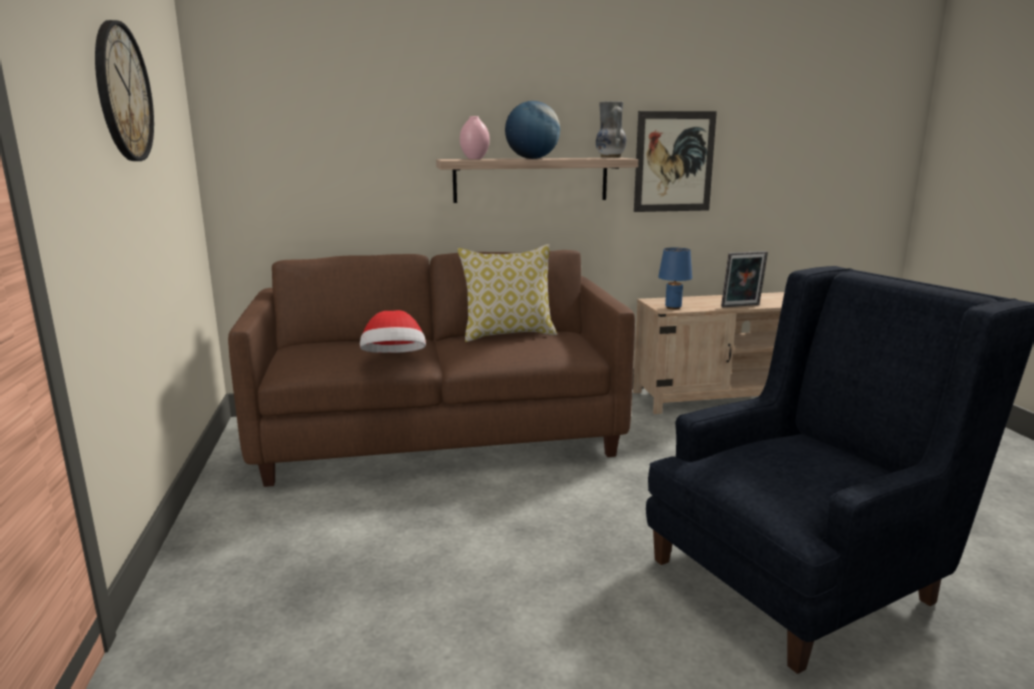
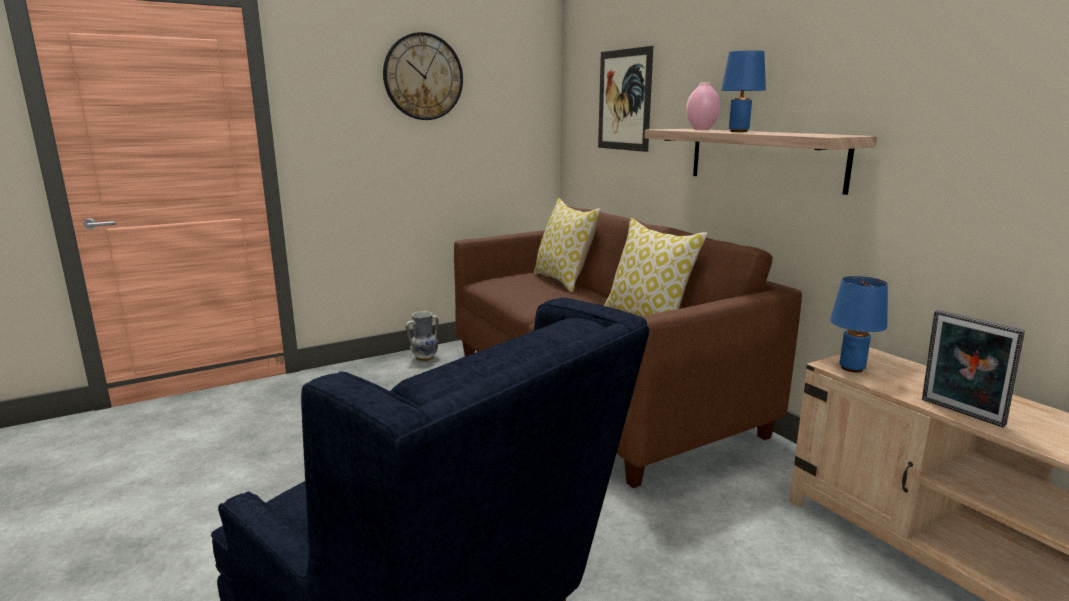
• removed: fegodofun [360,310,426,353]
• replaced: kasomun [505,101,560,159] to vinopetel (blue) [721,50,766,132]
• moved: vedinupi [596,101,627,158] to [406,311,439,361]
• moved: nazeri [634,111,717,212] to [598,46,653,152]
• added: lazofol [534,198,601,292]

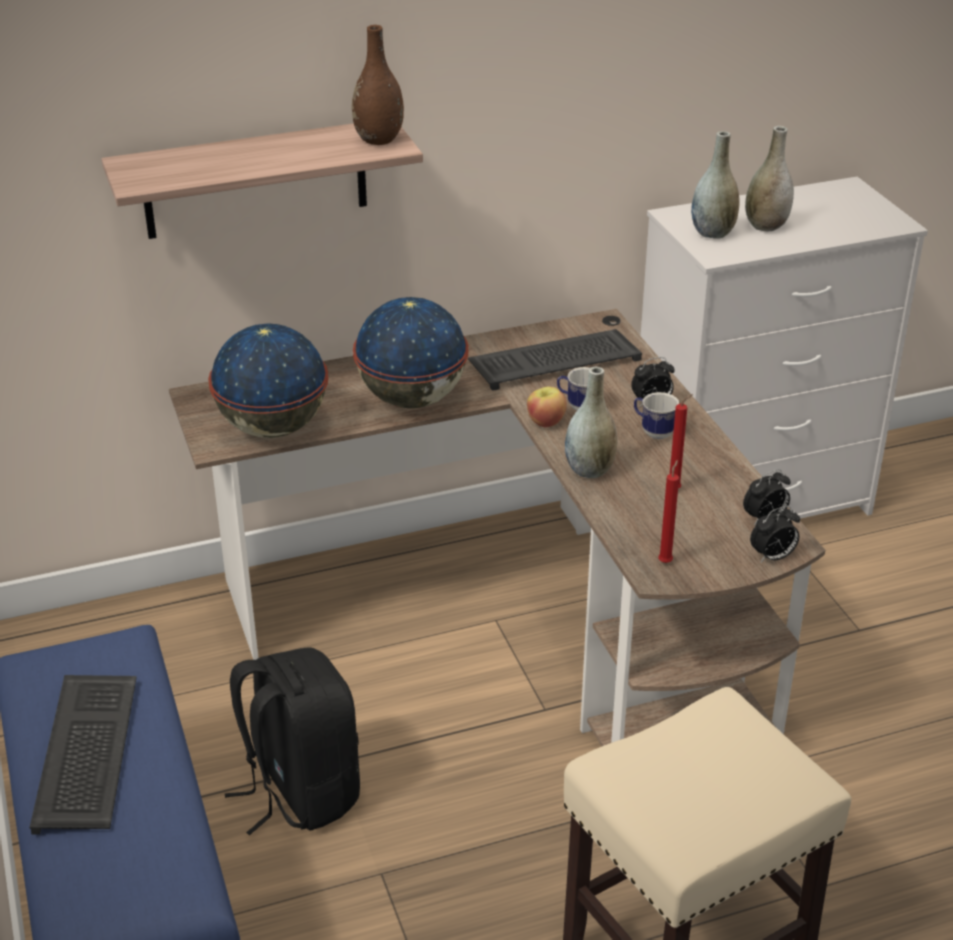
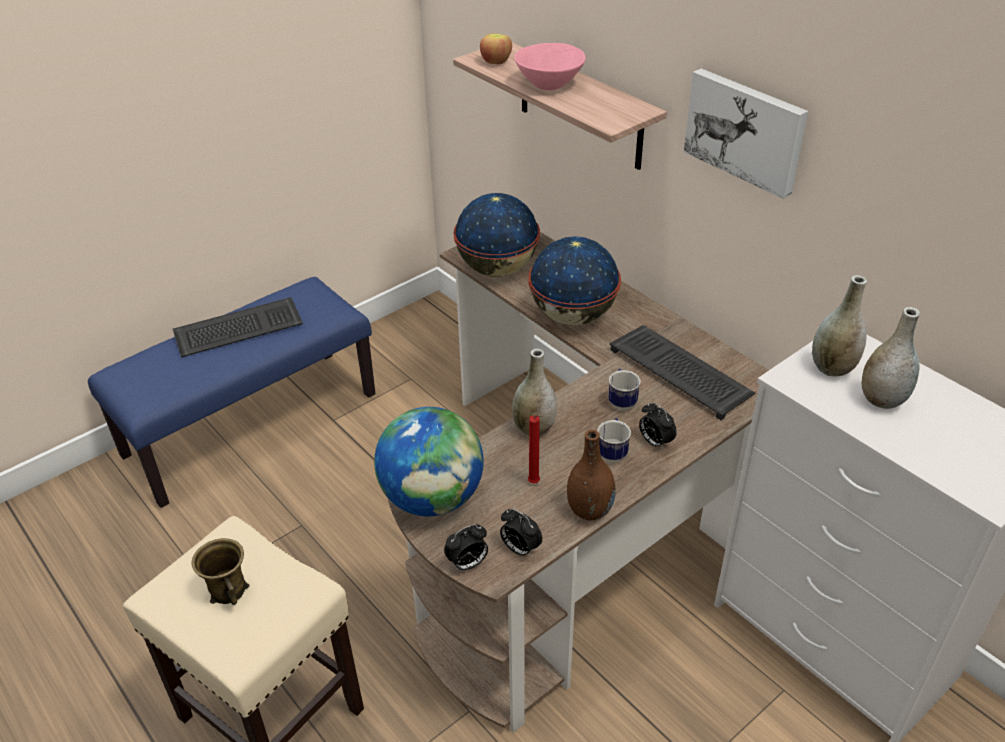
• removed: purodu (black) [225,647,360,835]
• moved: vedinupi (brown) [352,25,404,145] to [567,430,616,520]
• moved: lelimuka [527,387,567,427] to [480,34,512,64]
• replaced: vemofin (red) [658,460,679,563] to kasomun [374,407,484,516]
• turned: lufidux [750,506,800,562] = [444,524,488,571] 75 degrees counterclockwise
• added: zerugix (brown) [192,538,249,605]
• added: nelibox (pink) [514,43,586,90]
• added: nazeri [684,69,808,199]

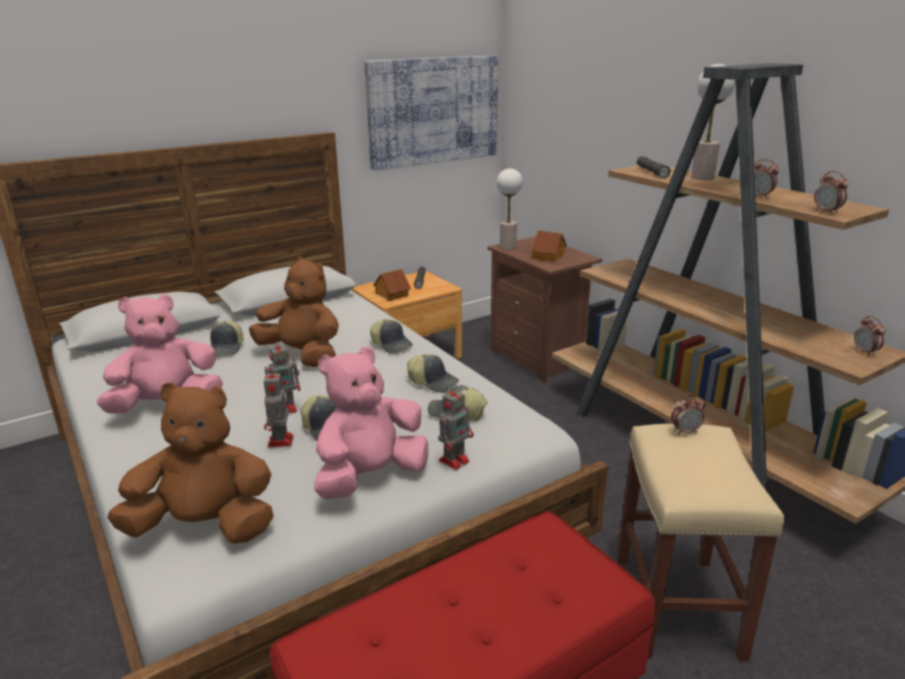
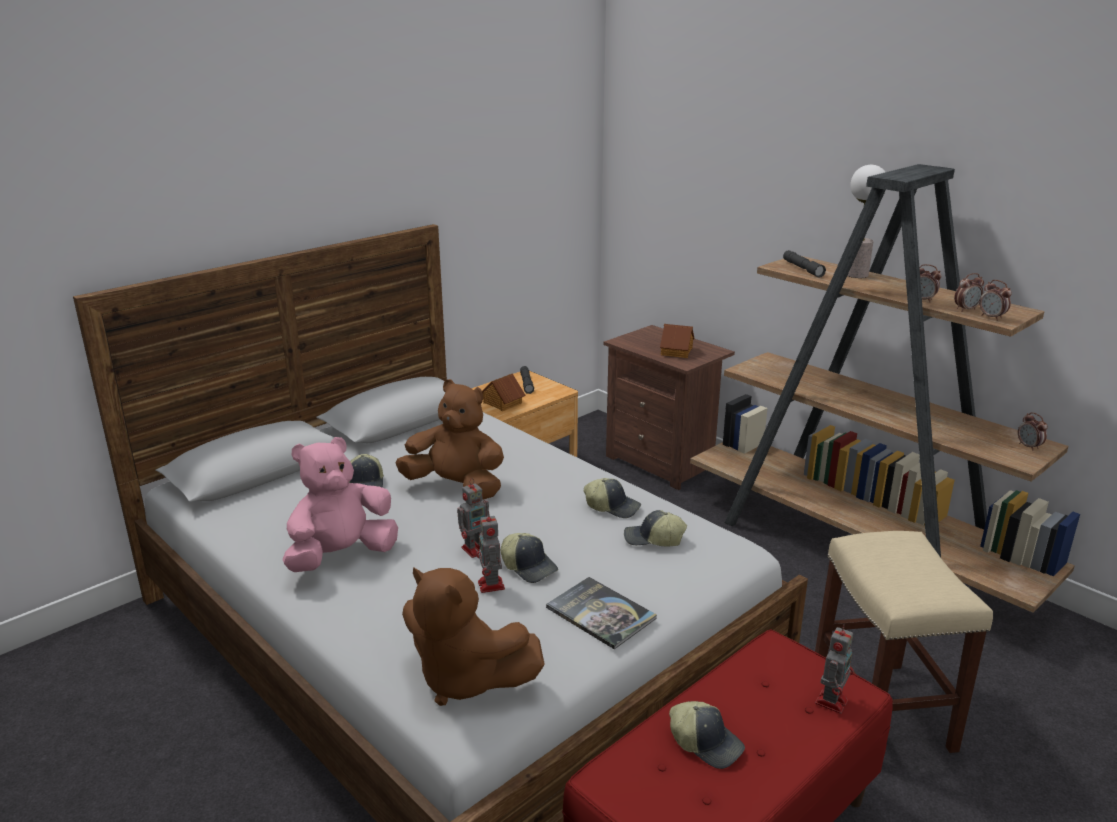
• turned: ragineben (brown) [107,382,274,544] = [402,567,545,706] 135 degrees counterclockwise
• replaced: ragineben (pink) [314,347,428,499] to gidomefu [546,577,657,649]
• removed: nazeri [364,56,498,170]
• moved: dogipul [370,319,413,354] to [669,701,745,769]
• moved: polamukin [438,384,474,470] to [815,624,854,714]
• removed: vinopetel [497,168,523,250]
• moved: lufidux [671,395,705,435] to [954,273,984,311]

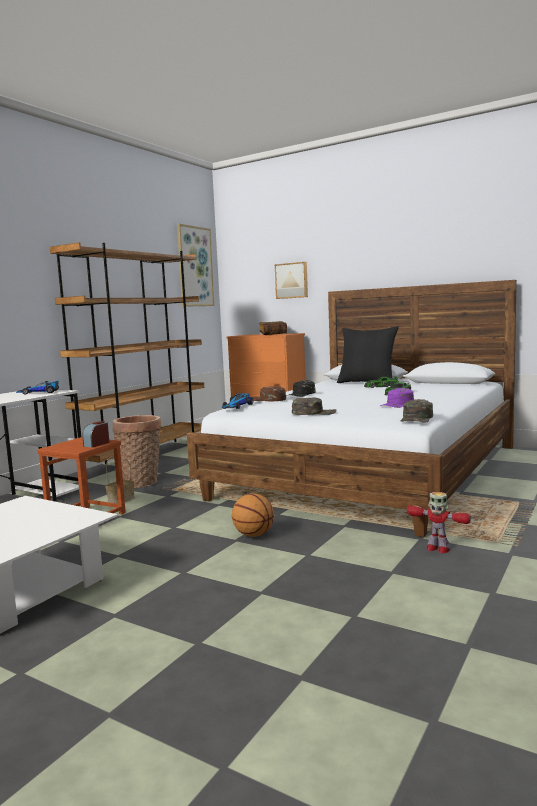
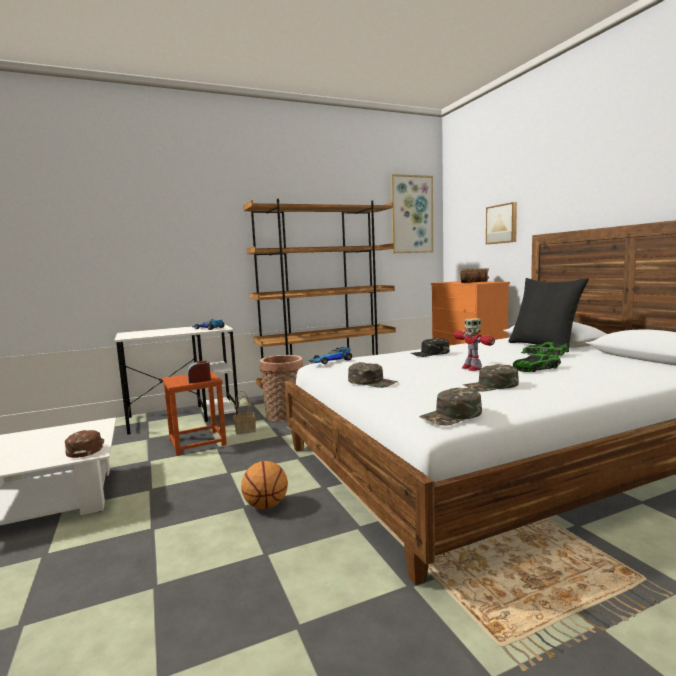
• moved: dogipul (brown) [252,386,286,401] to [65,430,104,458]
• recoloured: dogipul (purple) [380,388,414,408] to dogipul (green) [463,364,519,392]
• moved: polamukin [407,492,471,553] to [454,318,495,371]

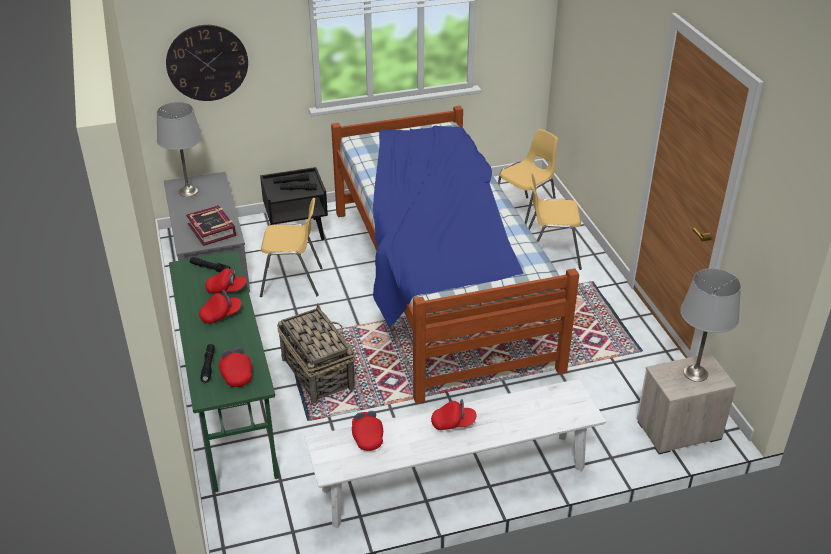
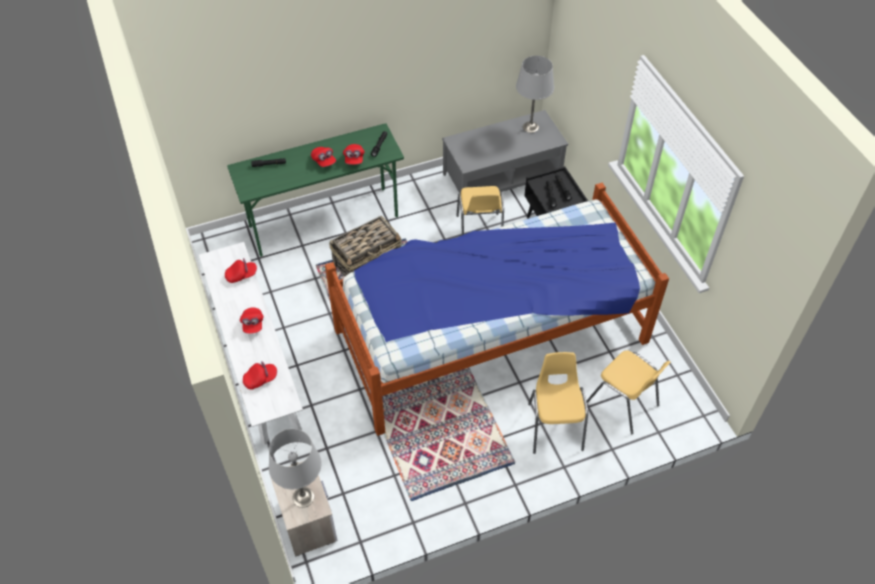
• removed: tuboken [166,25,248,101]
• removed: gidomefu [186,205,236,246]
• moved: dogipul (red) [219,347,252,387] to [243,361,277,390]

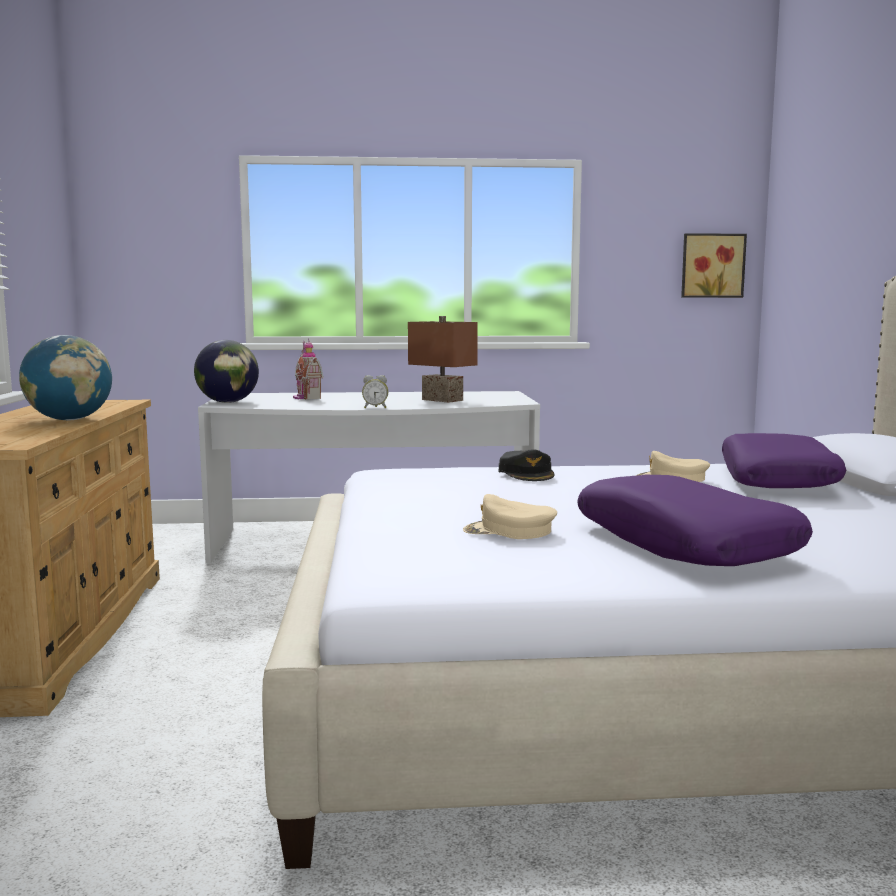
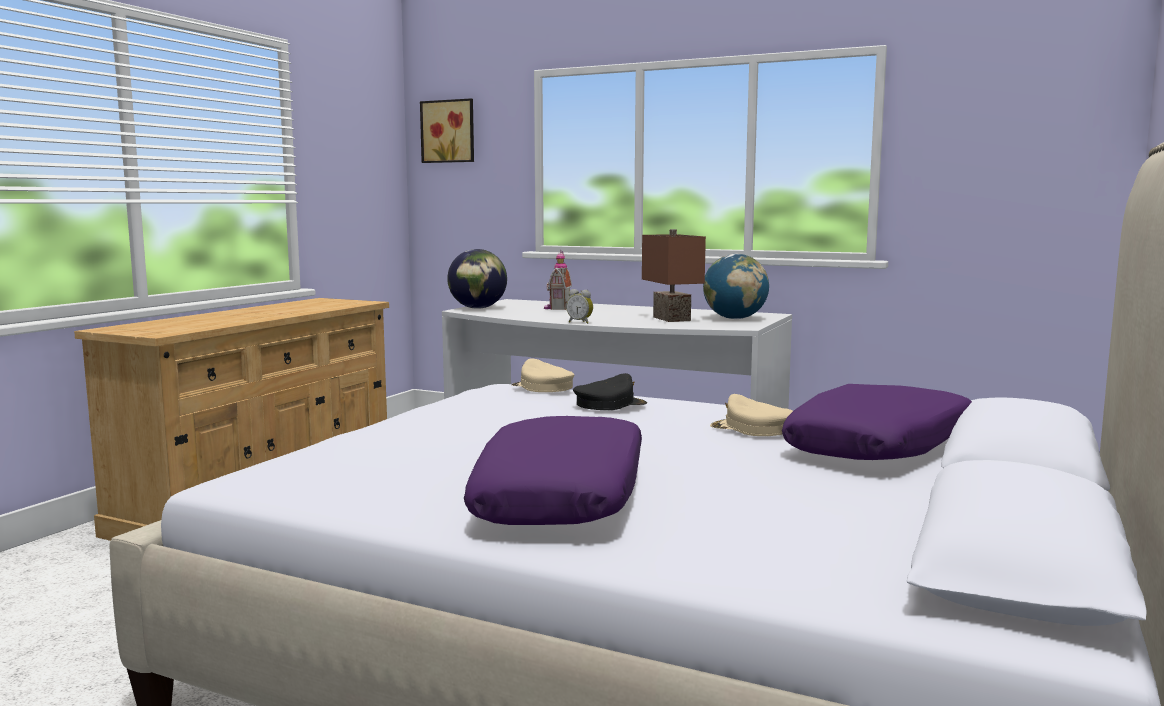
• moved: kasomun [19,335,112,420] to [703,254,769,319]
• moved: dogipul (beige) [463,494,557,539] to [512,358,574,392]
• turned: dogipul (black) [499,449,555,481] = [573,373,647,410] 135 degrees counterclockwise
• moved: nazeri [681,233,747,298] to [420,98,474,163]

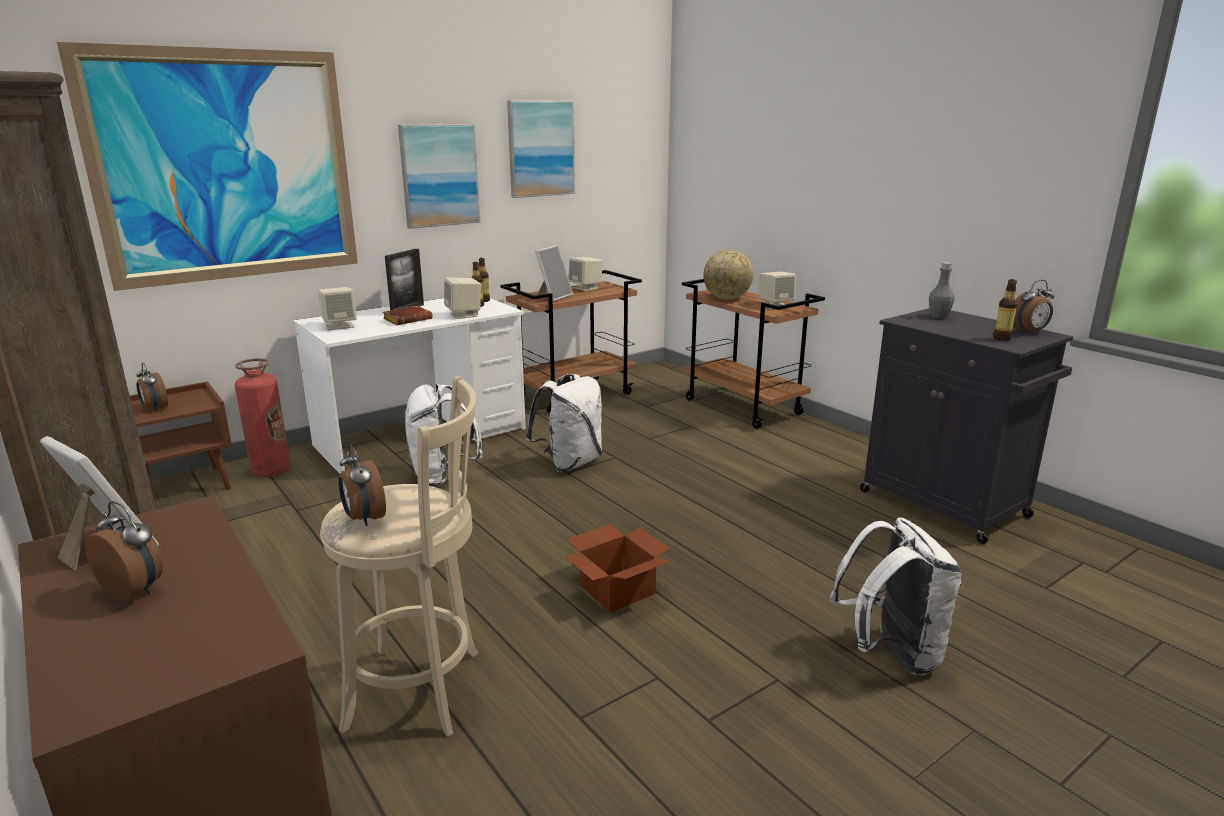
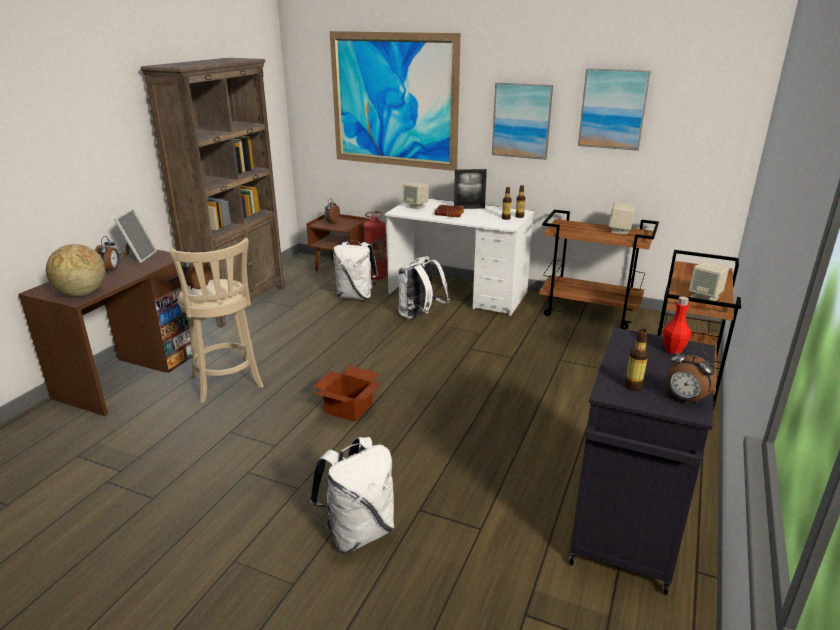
• removed: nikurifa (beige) [444,278,481,319]
• moved: purodu (white) [526,374,602,472] to [333,241,378,300]
• removed: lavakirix [535,246,573,301]
• moved: kasomun [703,250,754,300] to [46,244,106,297]
• recoloured: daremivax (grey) [929,262,954,318] to daremivax (red) [663,296,691,354]

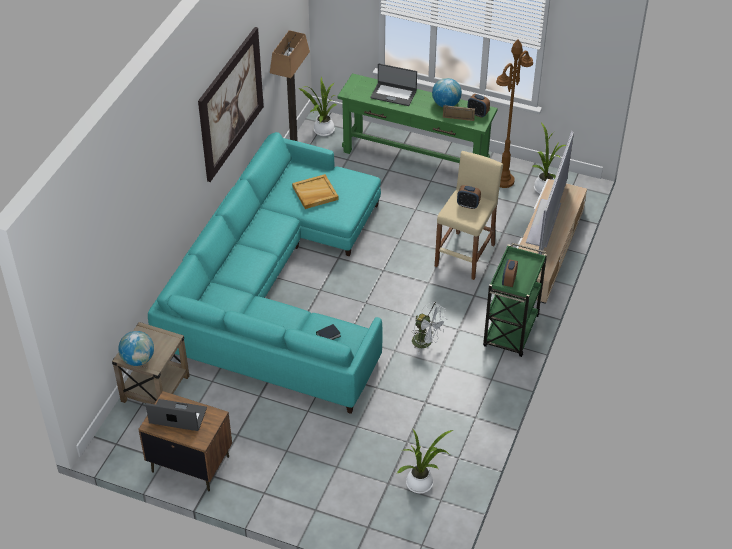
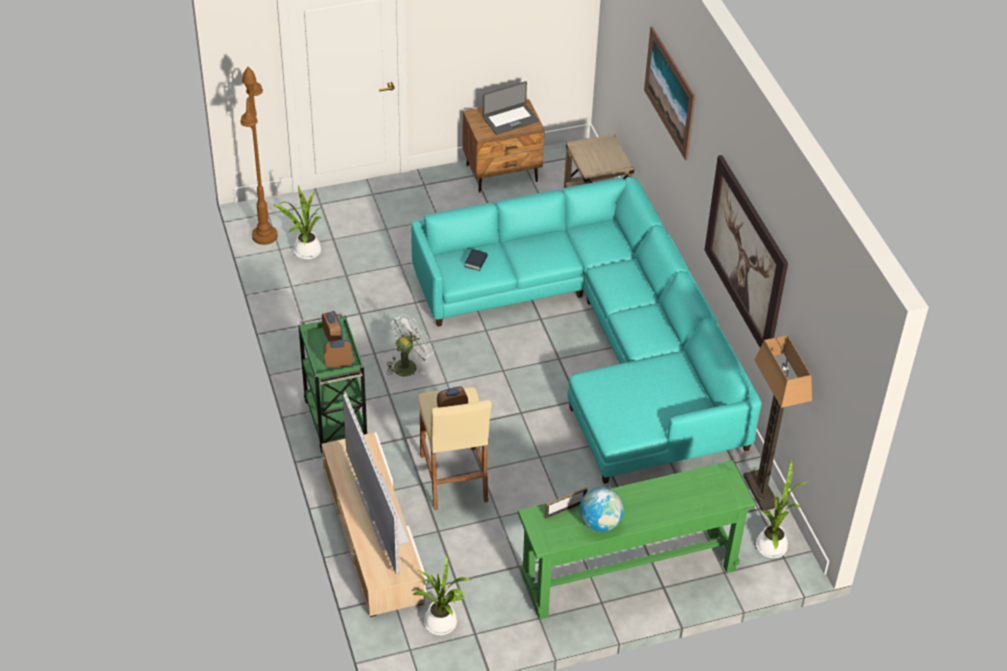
• removed: kasomun [118,331,154,366]
• removed: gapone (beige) [292,174,339,209]
• removed: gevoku [370,63,417,106]
• turned: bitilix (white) [412,302,446,355] = [387,314,434,377] 135 degrees clockwise
• moved: lufidux [467,94,490,117] to [324,340,353,368]
• moved: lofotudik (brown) [496,40,533,188] to [241,67,278,245]
• added: nazeri [644,26,696,160]

